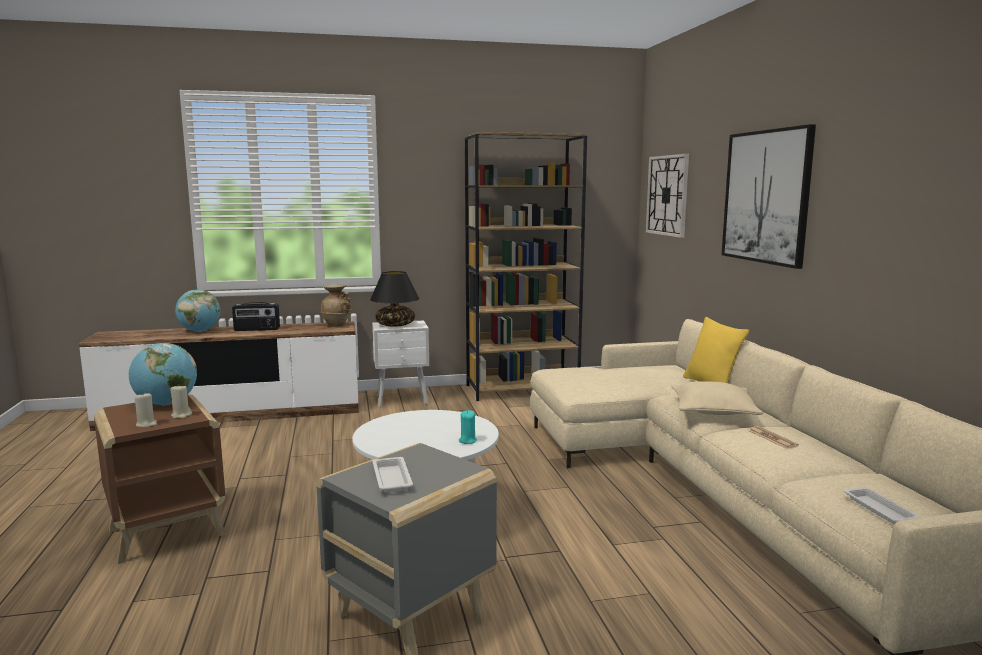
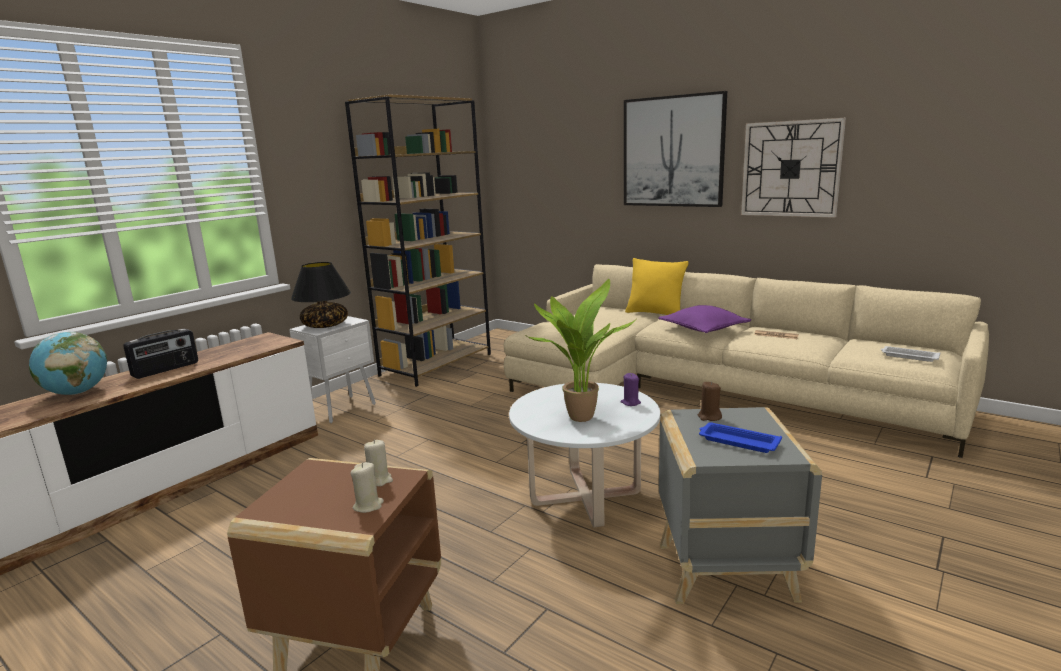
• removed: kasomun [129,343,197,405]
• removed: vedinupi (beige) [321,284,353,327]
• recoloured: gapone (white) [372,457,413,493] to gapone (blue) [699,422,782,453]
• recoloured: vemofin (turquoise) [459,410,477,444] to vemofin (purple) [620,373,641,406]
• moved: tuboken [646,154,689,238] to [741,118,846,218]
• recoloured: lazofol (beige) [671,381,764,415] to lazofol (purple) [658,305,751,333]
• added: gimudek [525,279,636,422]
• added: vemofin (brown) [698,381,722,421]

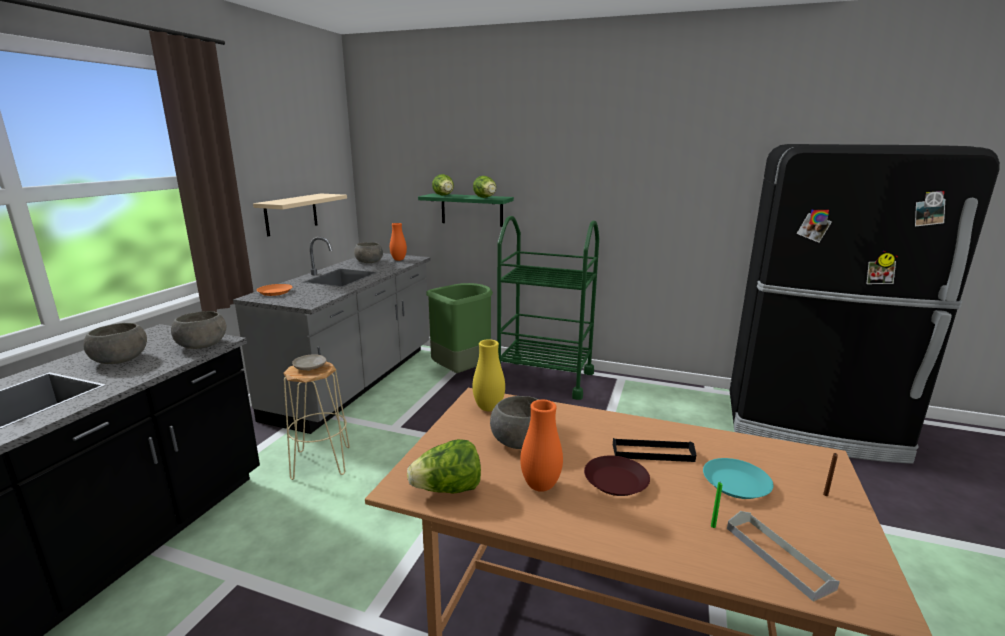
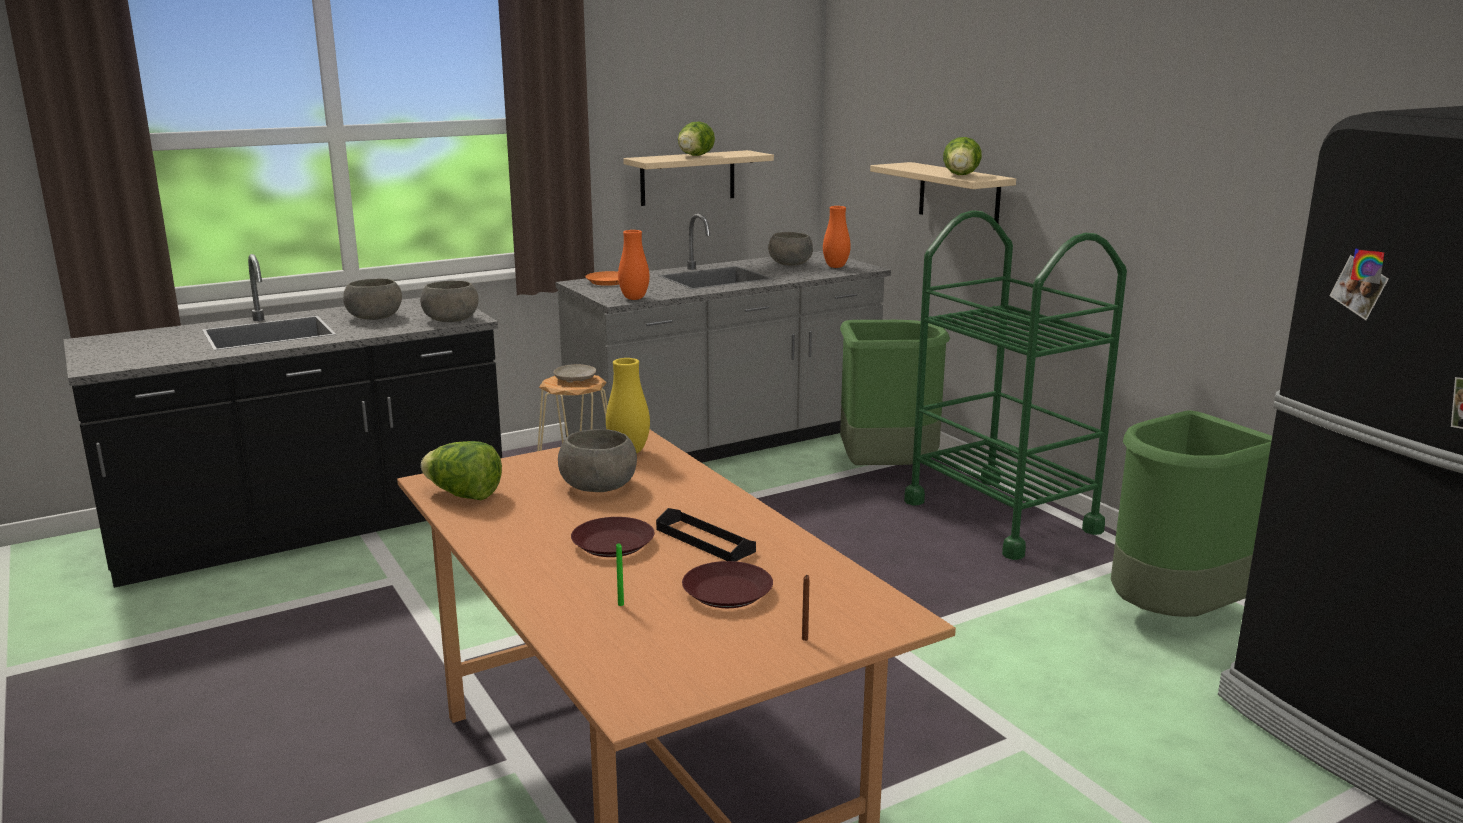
• recoloured: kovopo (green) [418,194,514,227] to kovopo (beige) [870,162,1016,230]
• moved: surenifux [432,174,454,195] to [678,122,715,156]
• moved: vedinupi (orange) [520,400,563,492] to [618,230,649,300]
• recoloured: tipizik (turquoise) [703,458,773,499] to tipizik (brown) [682,561,773,608]
• removed: gapone (grey) [727,511,840,602]
• added: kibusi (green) [1111,410,1272,617]

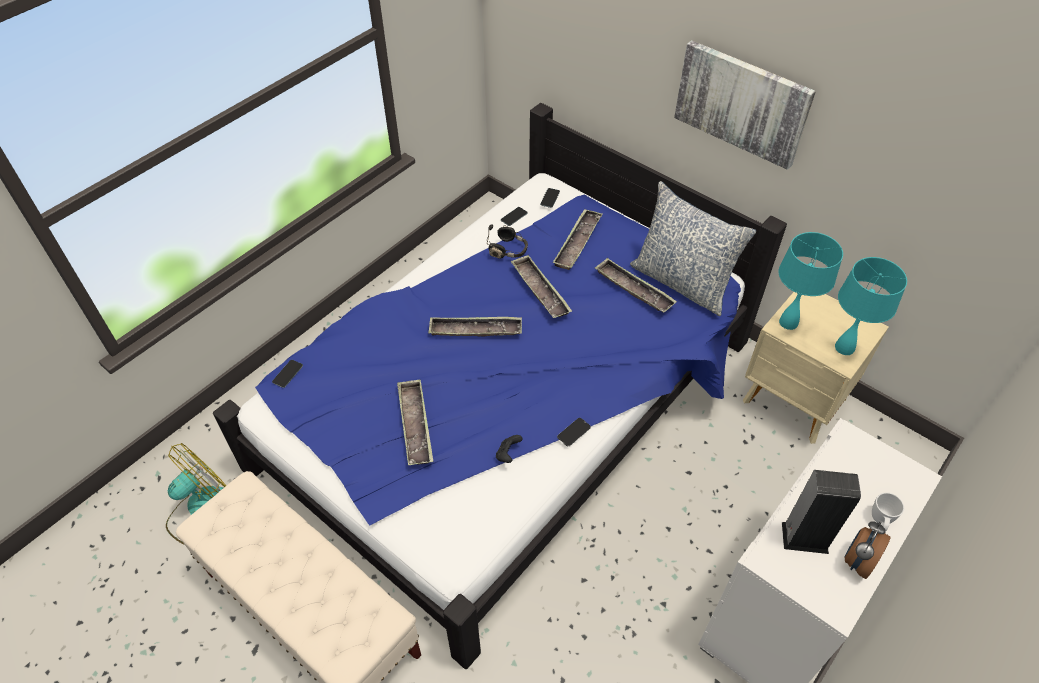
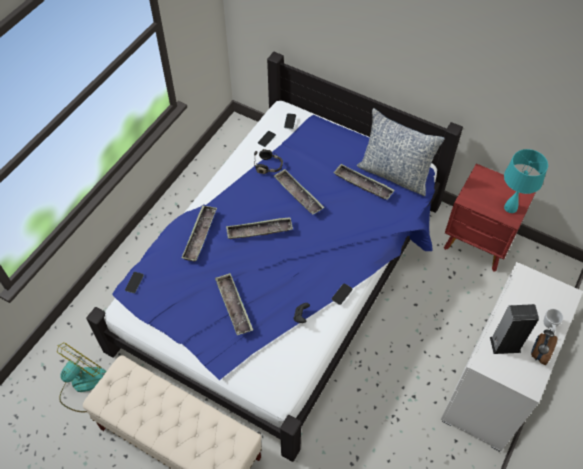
• moved: gapone [553,209,603,270] to [181,205,217,262]
• removed: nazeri [674,40,816,170]
• recoloured: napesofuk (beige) [743,292,889,444] to napesofuk (red) [444,164,536,272]
• removed: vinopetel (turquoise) [779,232,843,330]

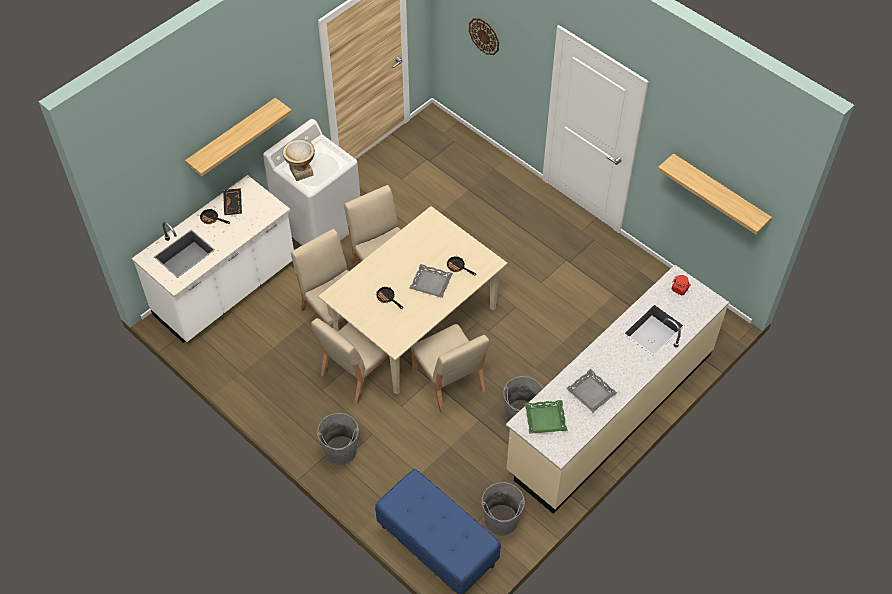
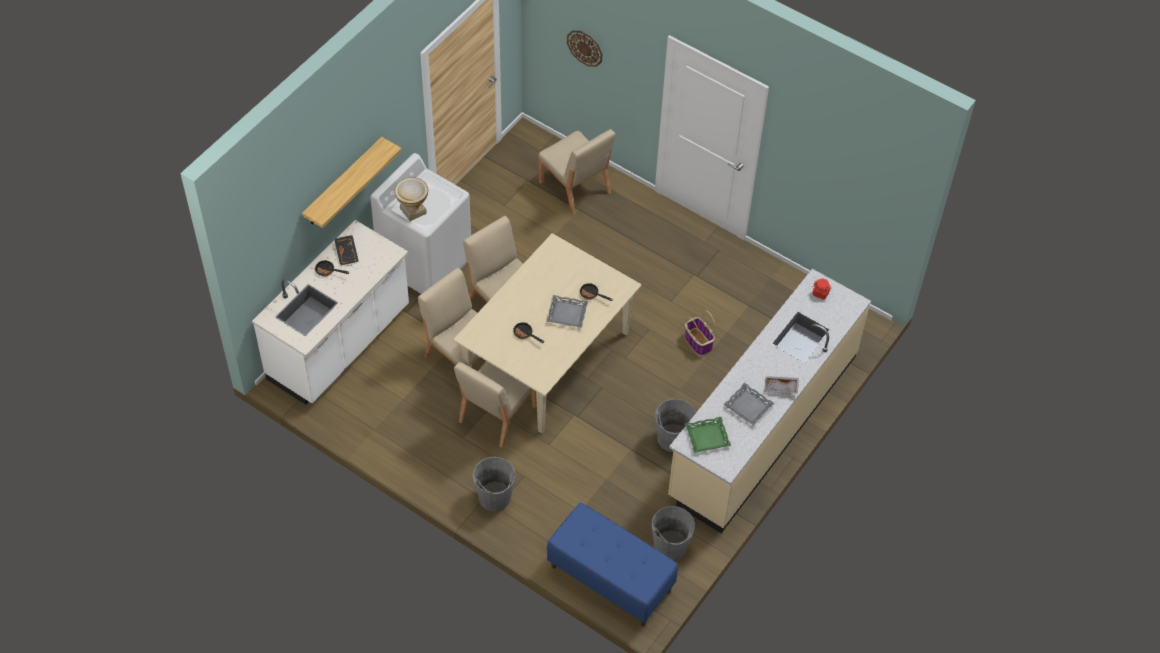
• moved: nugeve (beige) [411,324,490,414] to [538,129,616,216]
• removed: kovopo [658,153,772,234]
• added: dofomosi [684,310,715,355]
• added: gapone (grey) [764,376,799,394]

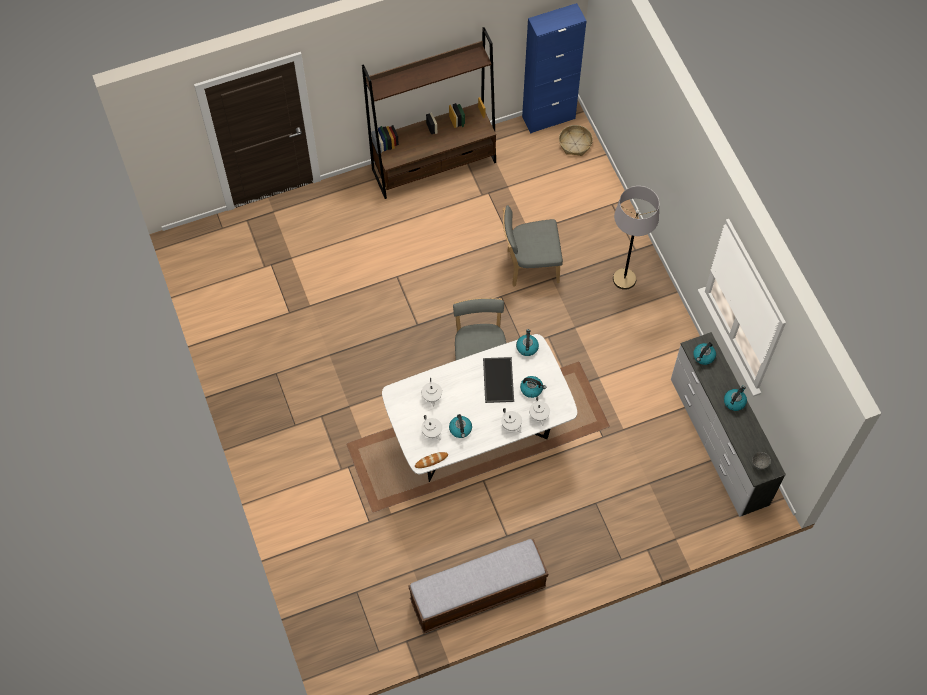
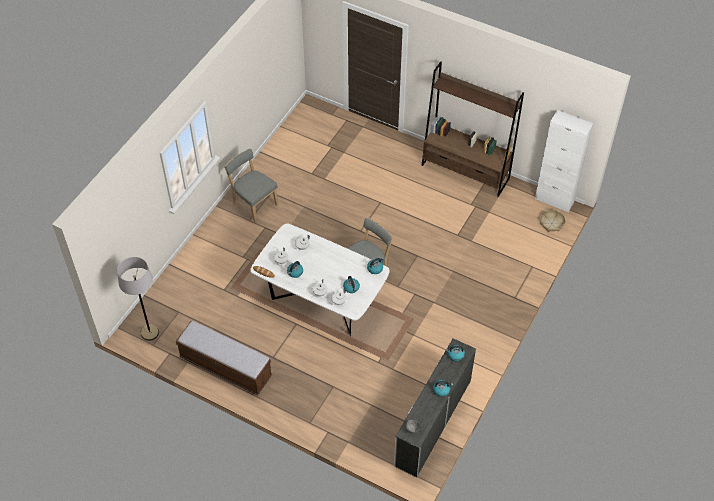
• removed: gapone [483,357,514,403]
• moved: nugeve (grey) [503,205,563,287] to [224,149,278,223]
• recoloured: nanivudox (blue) [522,3,586,134] to nanivudox (white) [535,110,593,212]
• moved: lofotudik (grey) [613,186,659,290] to [117,257,159,341]

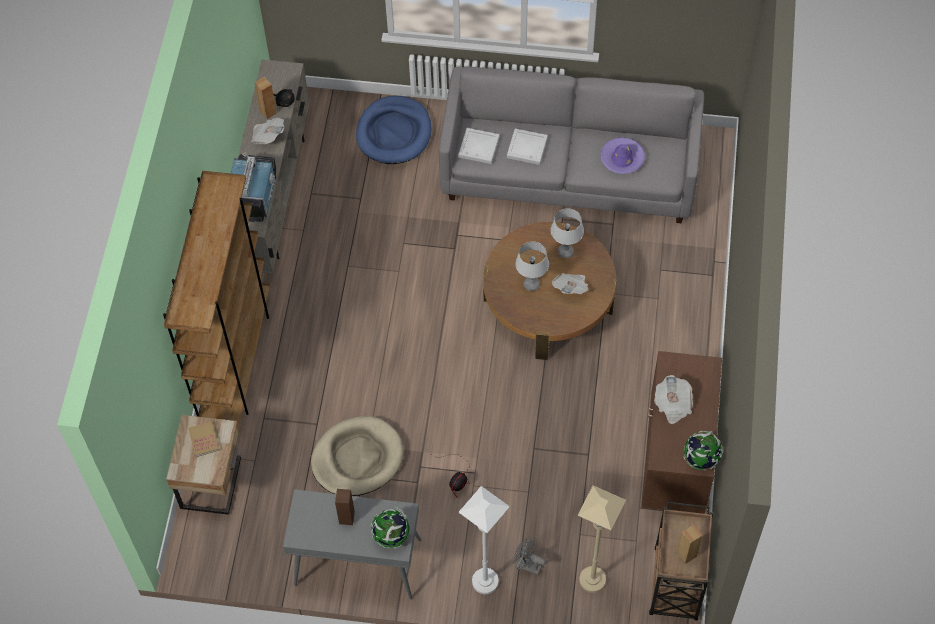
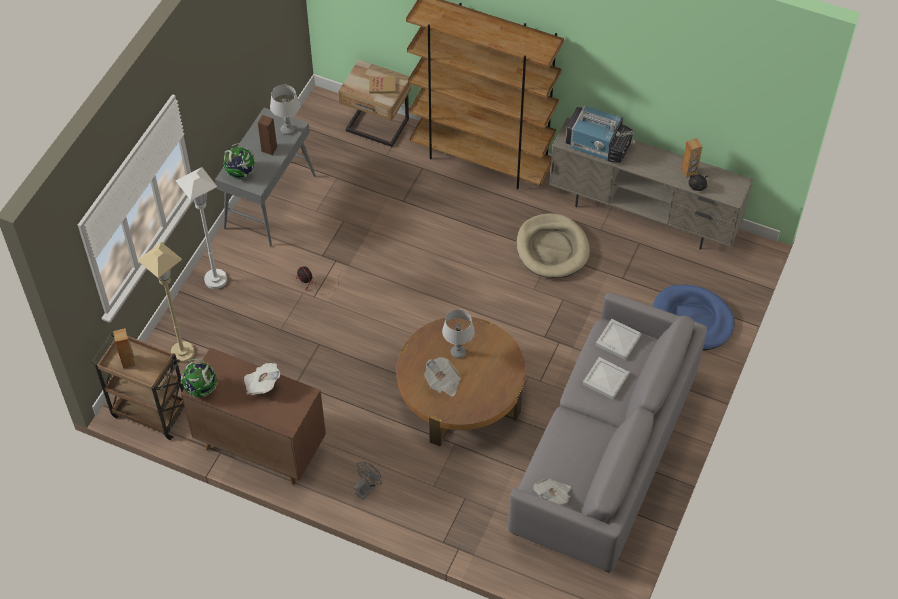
• moved: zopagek [251,117,284,144] to [533,478,571,504]
• moved: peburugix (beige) [311,416,403,496] to [516,213,590,278]
• moved: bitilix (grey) [514,538,546,575] to [354,462,382,500]
• moved: vinopetel (grey) [551,208,584,258] to [270,85,300,135]
• removed: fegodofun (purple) [601,137,645,174]

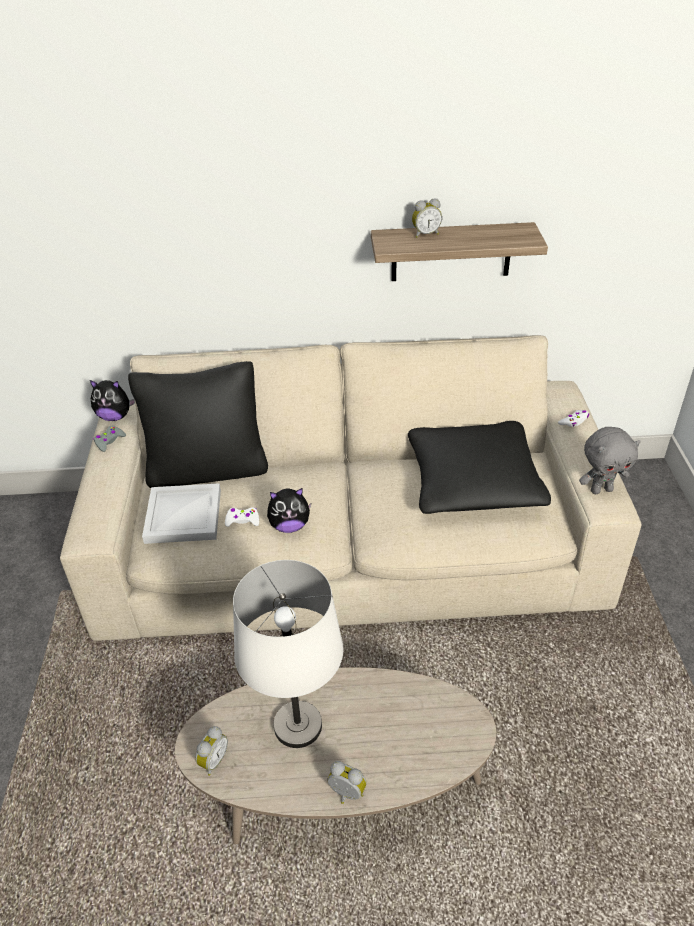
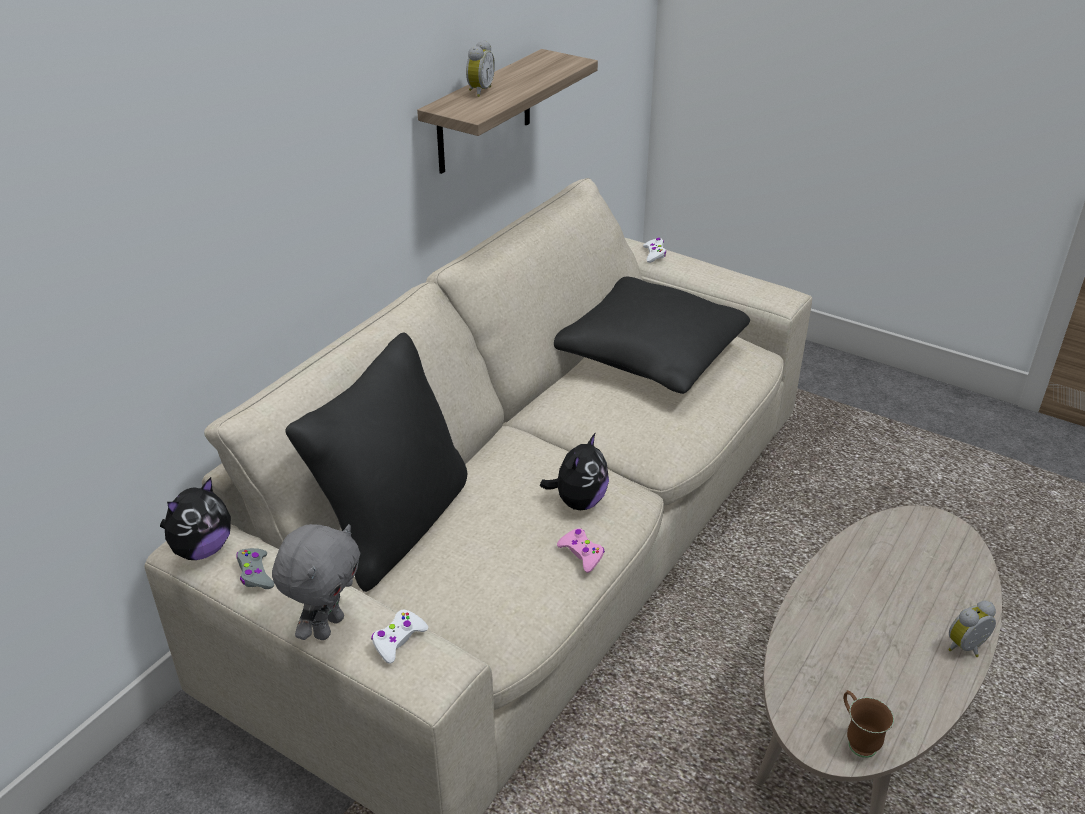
• removed: gapone (white) [142,483,221,544]
• replaced: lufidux [195,726,228,776] to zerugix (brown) [844,690,894,758]
• moved: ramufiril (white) [225,507,259,527] to [371,609,428,664]
• removed: vinopetel (white) [233,560,343,748]
• moved: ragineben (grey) [579,427,641,494] to [272,524,360,640]
• added: ramufiril (pink) [557,528,605,573]

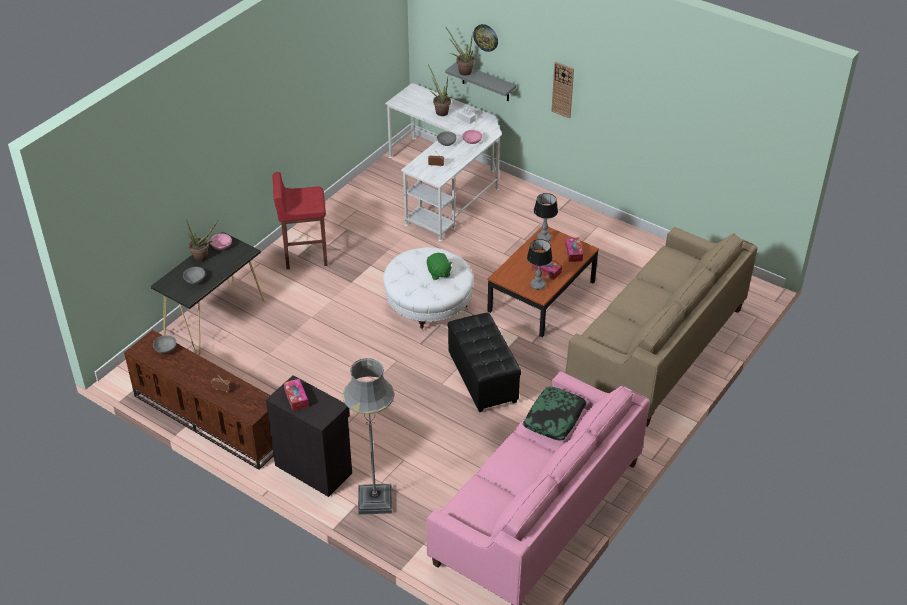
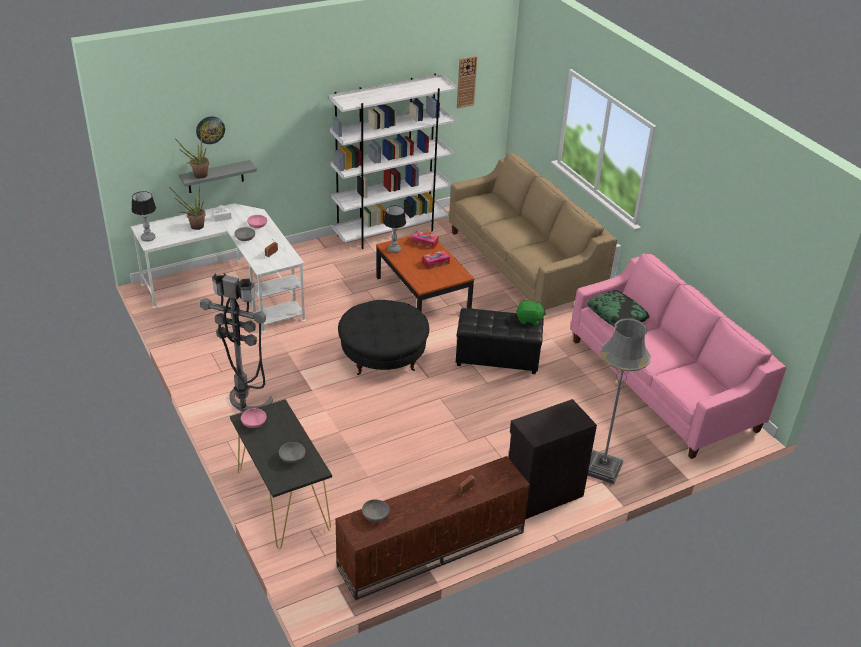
• removed: gimudek [186,219,218,262]
• replaced: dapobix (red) [273,172,328,269] to lofotudik (grey) [200,273,273,411]
• removed: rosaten [284,379,309,411]
• recoloured: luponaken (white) [383,247,474,331] to luponaken (black) [338,300,429,375]
• moved: ragineben (green) [427,253,452,280] to [516,301,546,325]
• moved: vinopetel [527,239,553,290] to [131,191,156,242]
• moved: tuboken [551,62,574,119] to [457,56,477,109]
• added: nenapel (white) [329,73,456,249]

